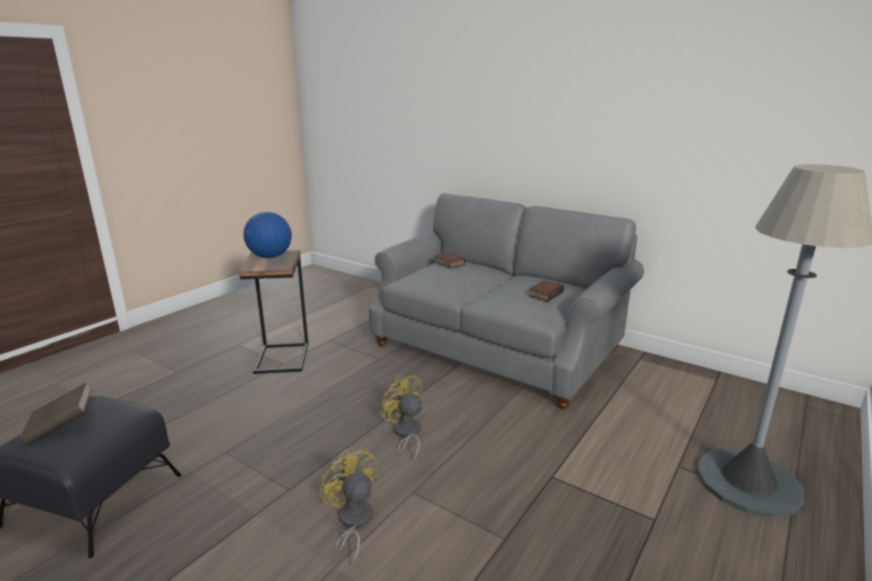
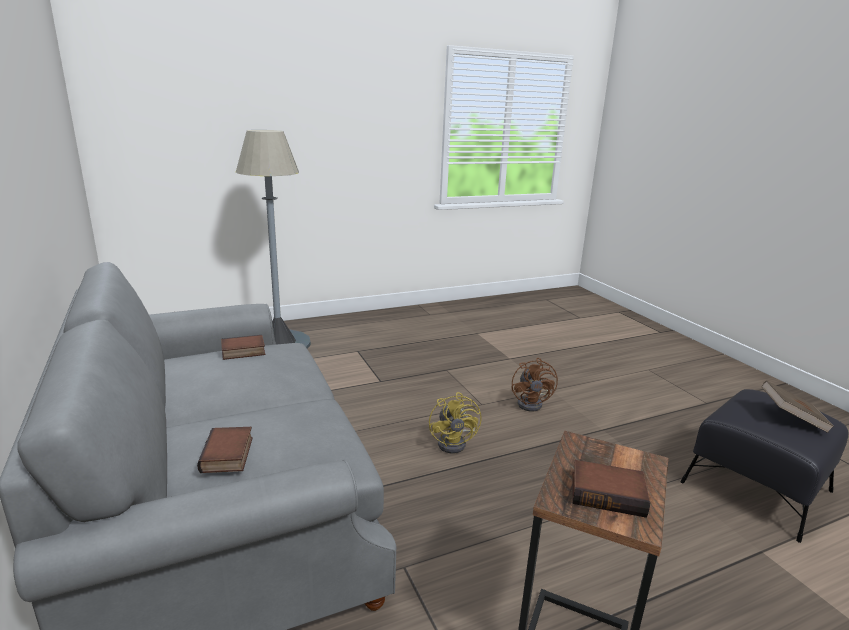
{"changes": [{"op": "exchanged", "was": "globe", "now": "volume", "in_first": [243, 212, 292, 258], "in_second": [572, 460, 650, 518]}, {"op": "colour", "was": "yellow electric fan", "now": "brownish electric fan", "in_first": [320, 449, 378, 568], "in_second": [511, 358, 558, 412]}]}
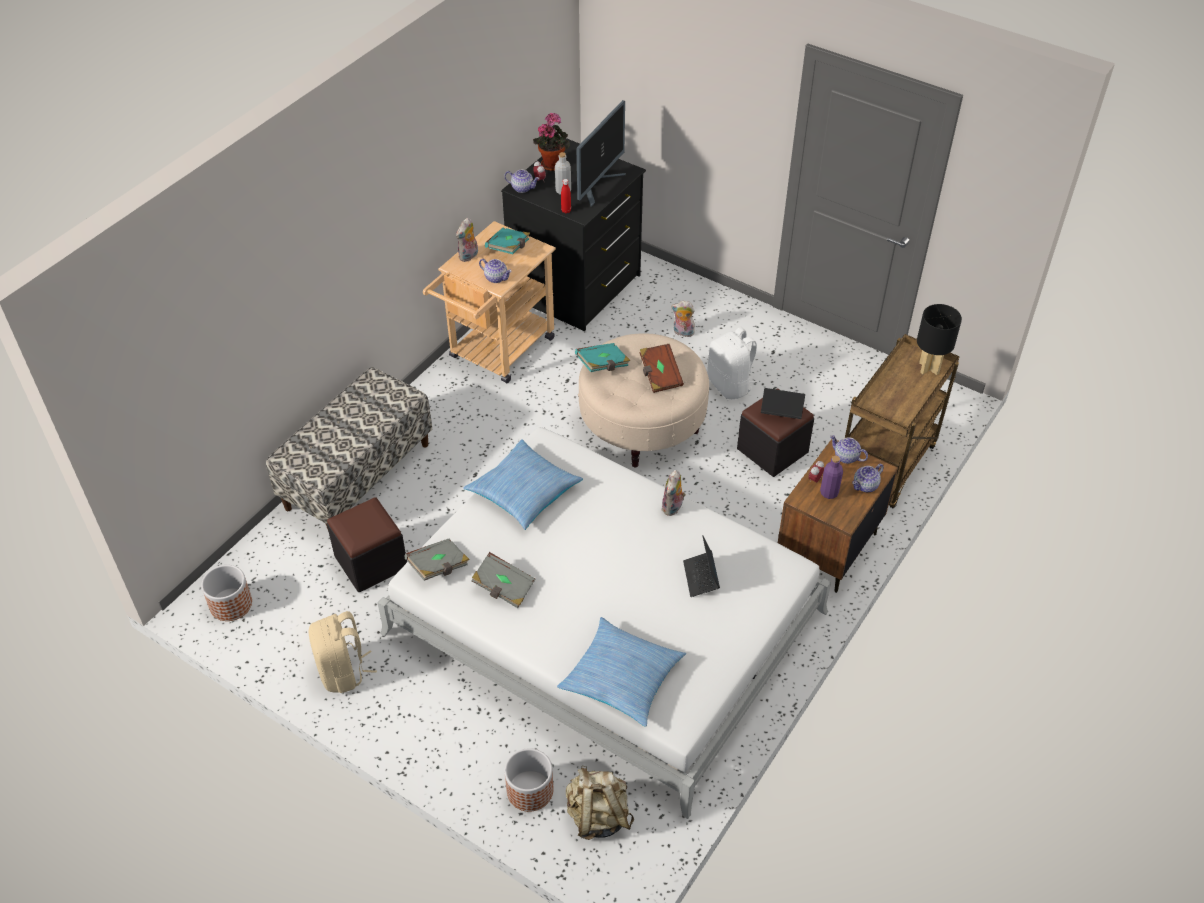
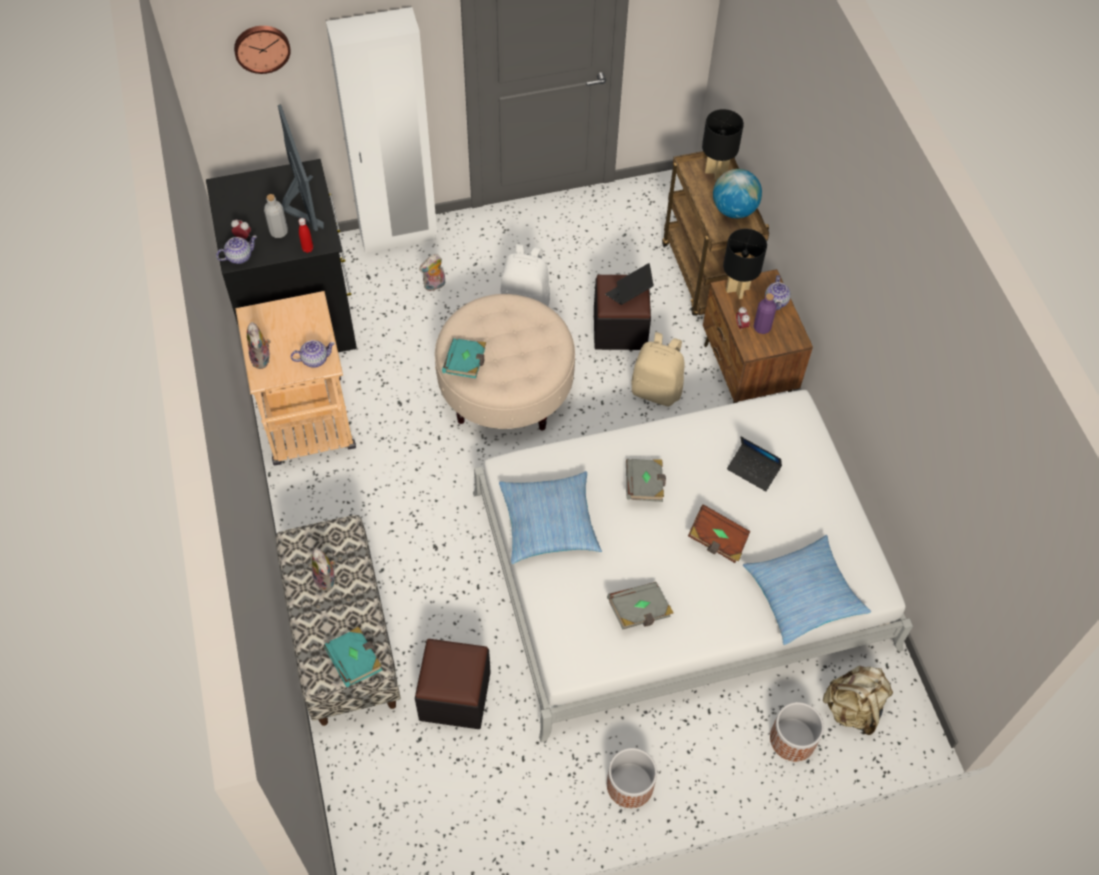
{"changes": [{"op": "relocated", "was": "planter", "in_first": [201, 565, 252, 621], "in_second": [607, 748, 657, 808]}, {"op": "relocated", "was": "beige-coloured knapsack", "in_first": [309, 611, 377, 693], "in_second": [632, 332, 685, 407]}, {"op": "relocated", "was": "greyish volume", "in_first": [405, 538, 470, 581], "in_second": [626, 459, 666, 502]}, {"op": "relocated", "was": "turquoise-coloured volume", "in_first": [485, 228, 530, 254], "in_second": [324, 626, 382, 687]}, {"op": "missing", "was": "potted plant", "in_first": [533, 113, 570, 171]}, {"op": "relocated", "was": "brownish volume", "in_first": [640, 344, 684, 393], "in_second": [688, 504, 750, 563]}, {"op": "relocated", "was": "plush toy", "in_first": [662, 470, 686, 516], "in_second": [312, 548, 335, 591]}, {"op": "exchanged", "was": "tea pot", "now": "black-coloured table lamp", "in_first": [830, 435, 868, 464], "in_second": [723, 229, 767, 299]}, {"op": "appeared", "now": "hanging clock", "in_second": [234, 26, 291, 74]}, {"op": "appeared", "now": "white-coloured clothes cupboard", "in_second": [326, 7, 438, 254]}, {"op": "appeared", "now": "globe", "in_second": [713, 169, 762, 219]}]}
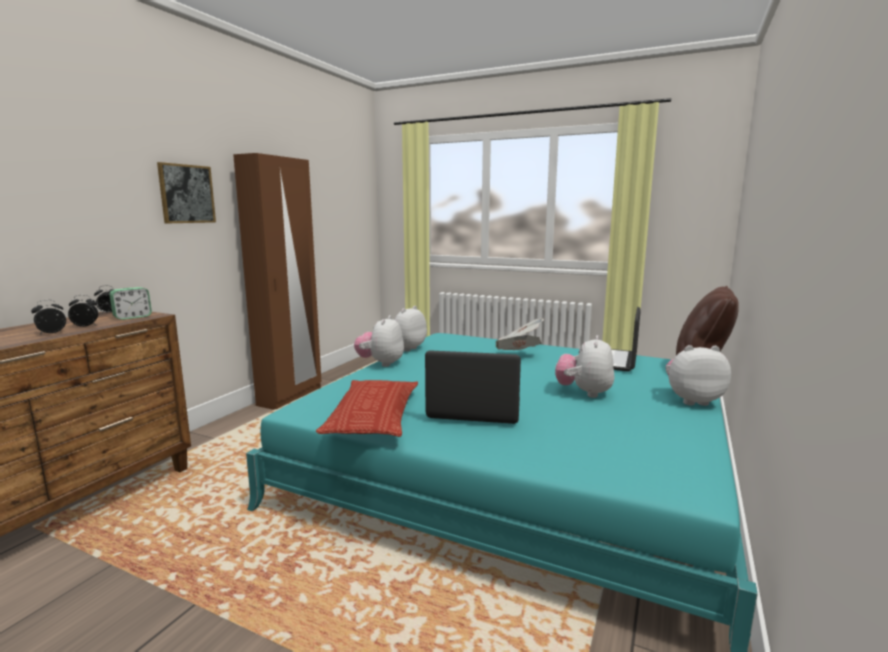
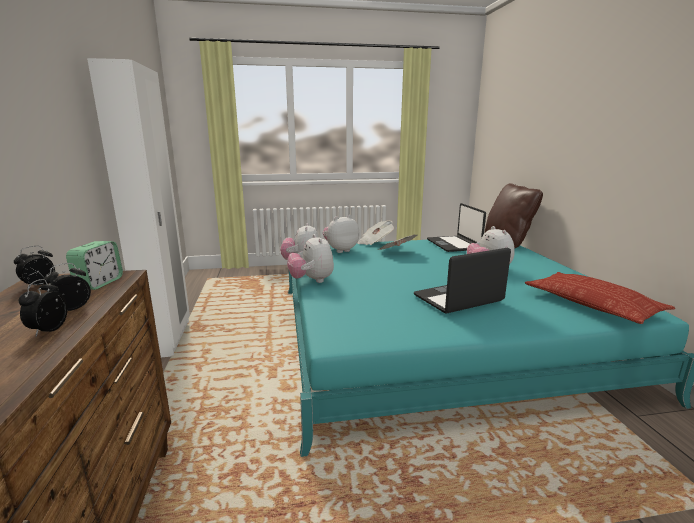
{"changes": [{"op": "missing", "was": "wall art", "in_first": [157, 162, 216, 223]}, {"op": "colour", "was": "brownish clothes cupboard", "now": "white-coloured clothes cupboard", "in_first": [233, 153, 322, 410], "in_second": [87, 58, 190, 357]}, {"op": "relocated", "was": "cushion", "in_first": [316, 380, 418, 437], "in_second": [525, 272, 675, 324]}, {"op": "relocated", "was": "plush toy", "in_first": [666, 345, 731, 406], "in_second": [323, 215, 359, 253]}]}
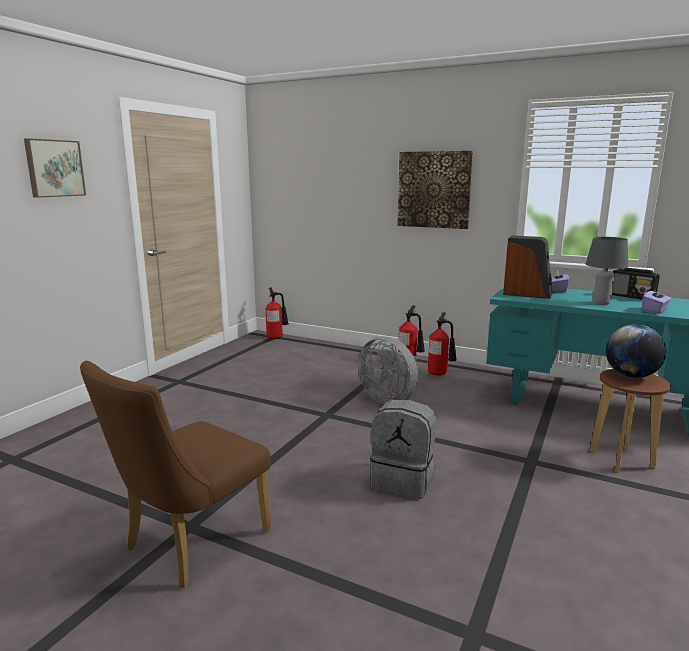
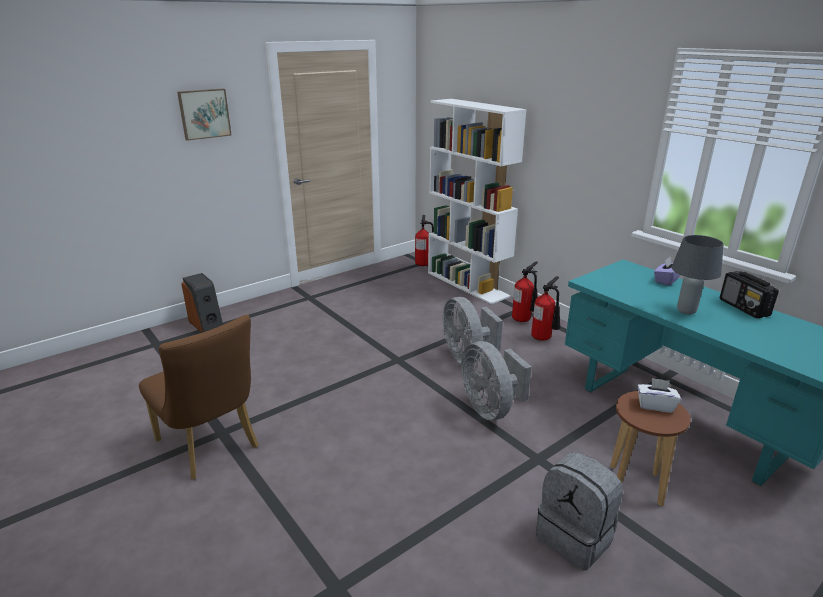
{"changes": [{"op": "spun", "was": "brownish upright chair", "in_first": [80, 361, 271, 588], "in_second": [139, 315, 259, 479], "clockwise": -105}, {"op": "relocated", "was": "greyish knapsack", "in_first": [370, 400, 436, 499], "in_second": [536, 452, 623, 570]}, {"op": "missing", "was": "wall art", "in_first": [398, 151, 473, 229]}, {"op": "relocated", "was": "speaker", "in_first": [503, 236, 552, 299], "in_second": [181, 273, 223, 333]}, {"op": "exchanged", "was": "globe", "now": "white-coloured tissue box", "in_first": [606, 324, 666, 378], "in_second": [638, 378, 681, 413]}, {"op": "missing", "was": "purple tissue box", "in_first": [642, 287, 671, 314]}, {"op": "appeared", "now": "white-coloured bookshelf", "in_second": [428, 99, 527, 305]}, {"op": "appeared", "now": "greyish electric fan", "in_second": [461, 341, 532, 420]}]}
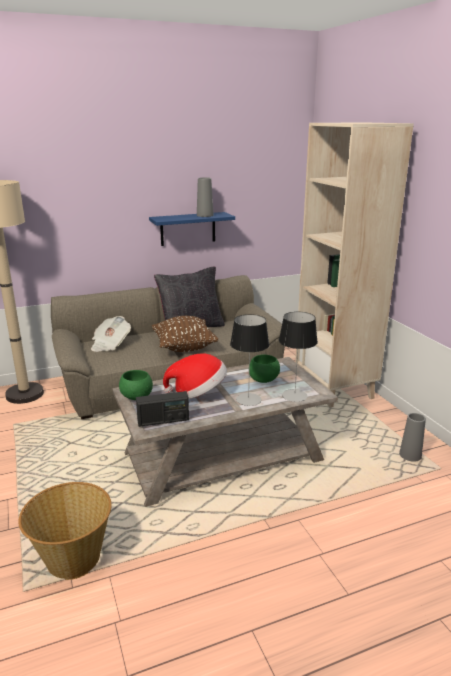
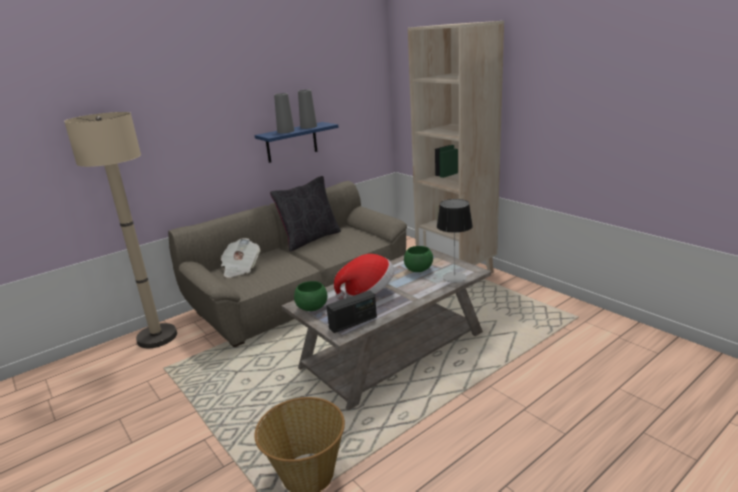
{"changes": [{"op": "missing", "was": "brownish cushion", "in_first": [152, 316, 218, 352]}, {"op": "missing", "was": "table lamp", "in_first": [230, 314, 269, 406]}, {"op": "relocated", "was": "greyish flower vase", "in_first": [399, 413, 426, 462], "in_second": [274, 93, 294, 133]}]}
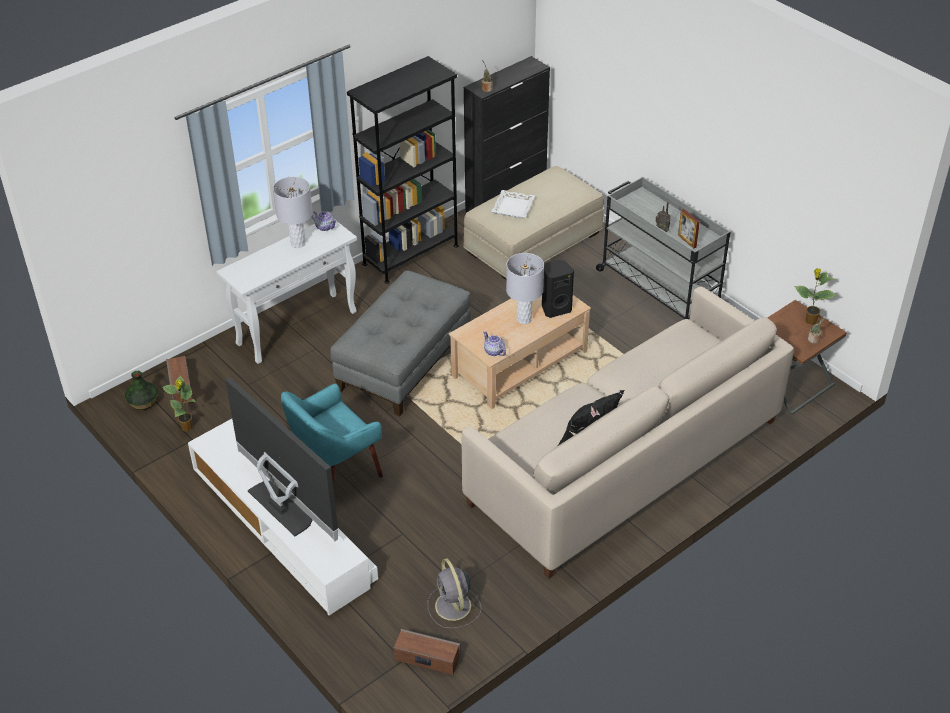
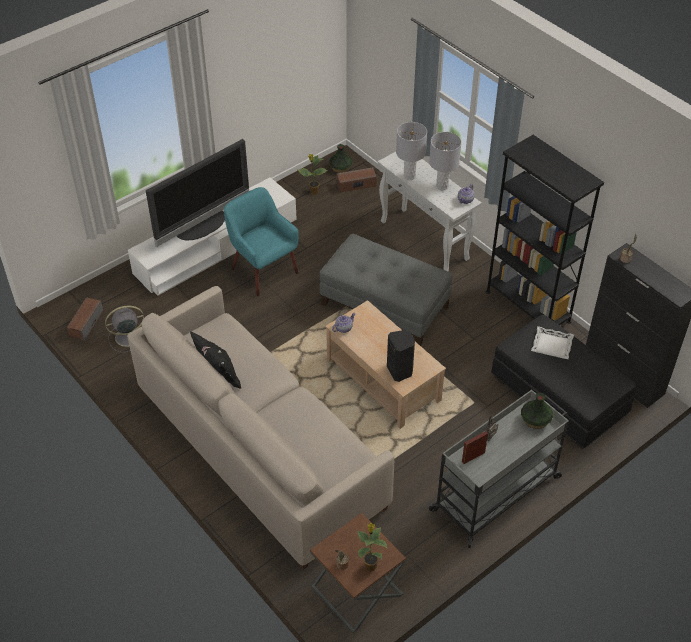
{"changes": [{"op": "colour", "was": "beige-coloured pouffe", "now": "black-coloured pouffe", "in_first": [463, 166, 604, 280], "in_second": [491, 315, 637, 449]}, {"op": "relocated", "was": "greyish table lamp", "in_first": [506, 253, 544, 324], "in_second": [396, 122, 427, 180]}, {"op": "appeared", "now": "flower vase", "in_second": [521, 393, 553, 429]}]}
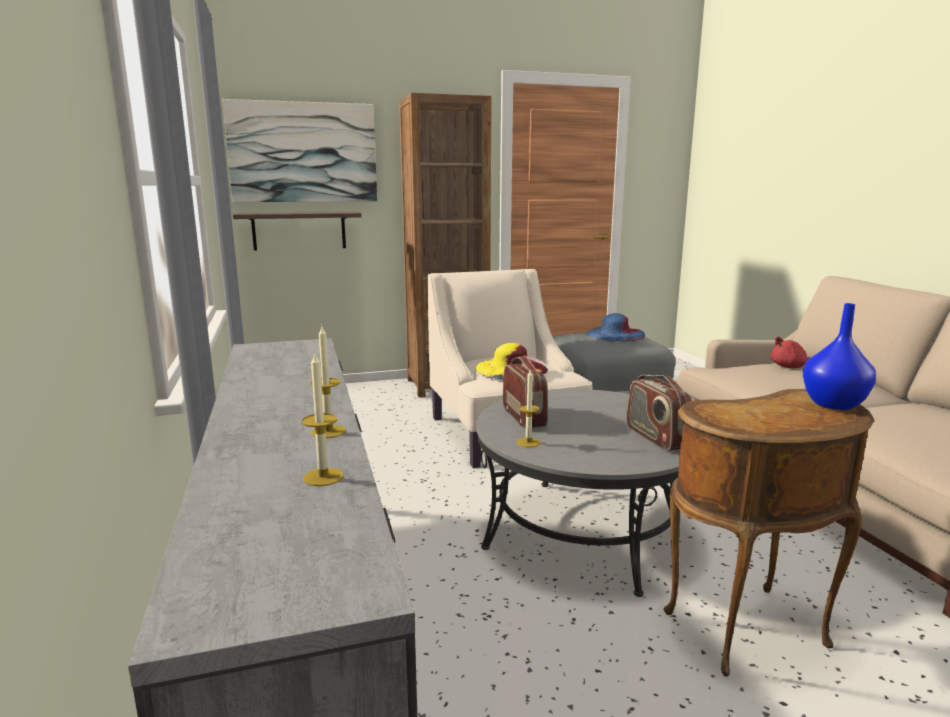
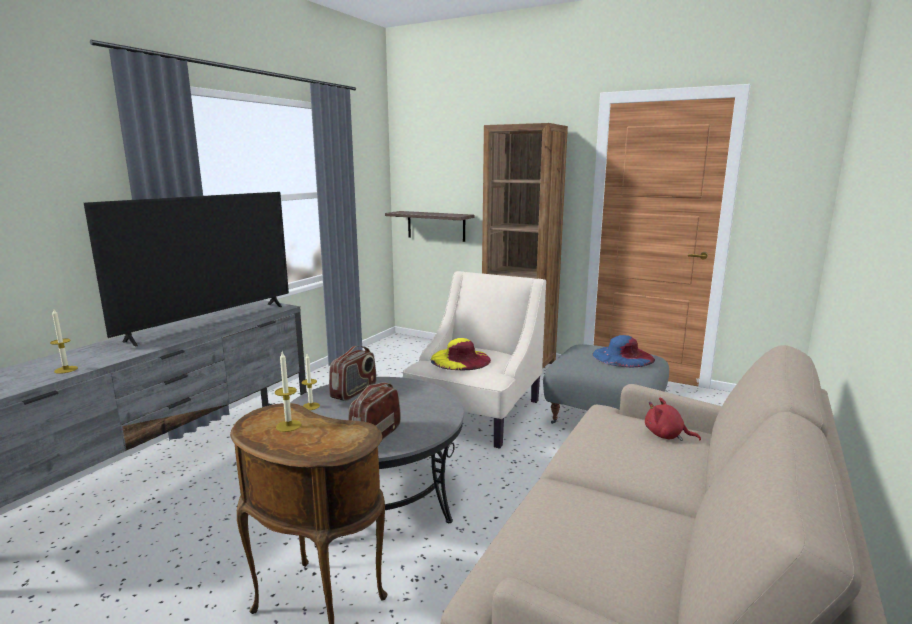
{"changes": [{"op": "missing", "was": "wall art", "in_first": [222, 99, 377, 202]}, {"op": "relocated", "was": "candle", "in_first": [311, 324, 346, 438], "in_second": [275, 352, 301, 432]}, {"op": "missing", "was": "blue-coloured flower vase", "in_first": [803, 303, 876, 410]}, {"op": "appeared", "now": "TV set", "in_second": [84, 192, 289, 346]}]}
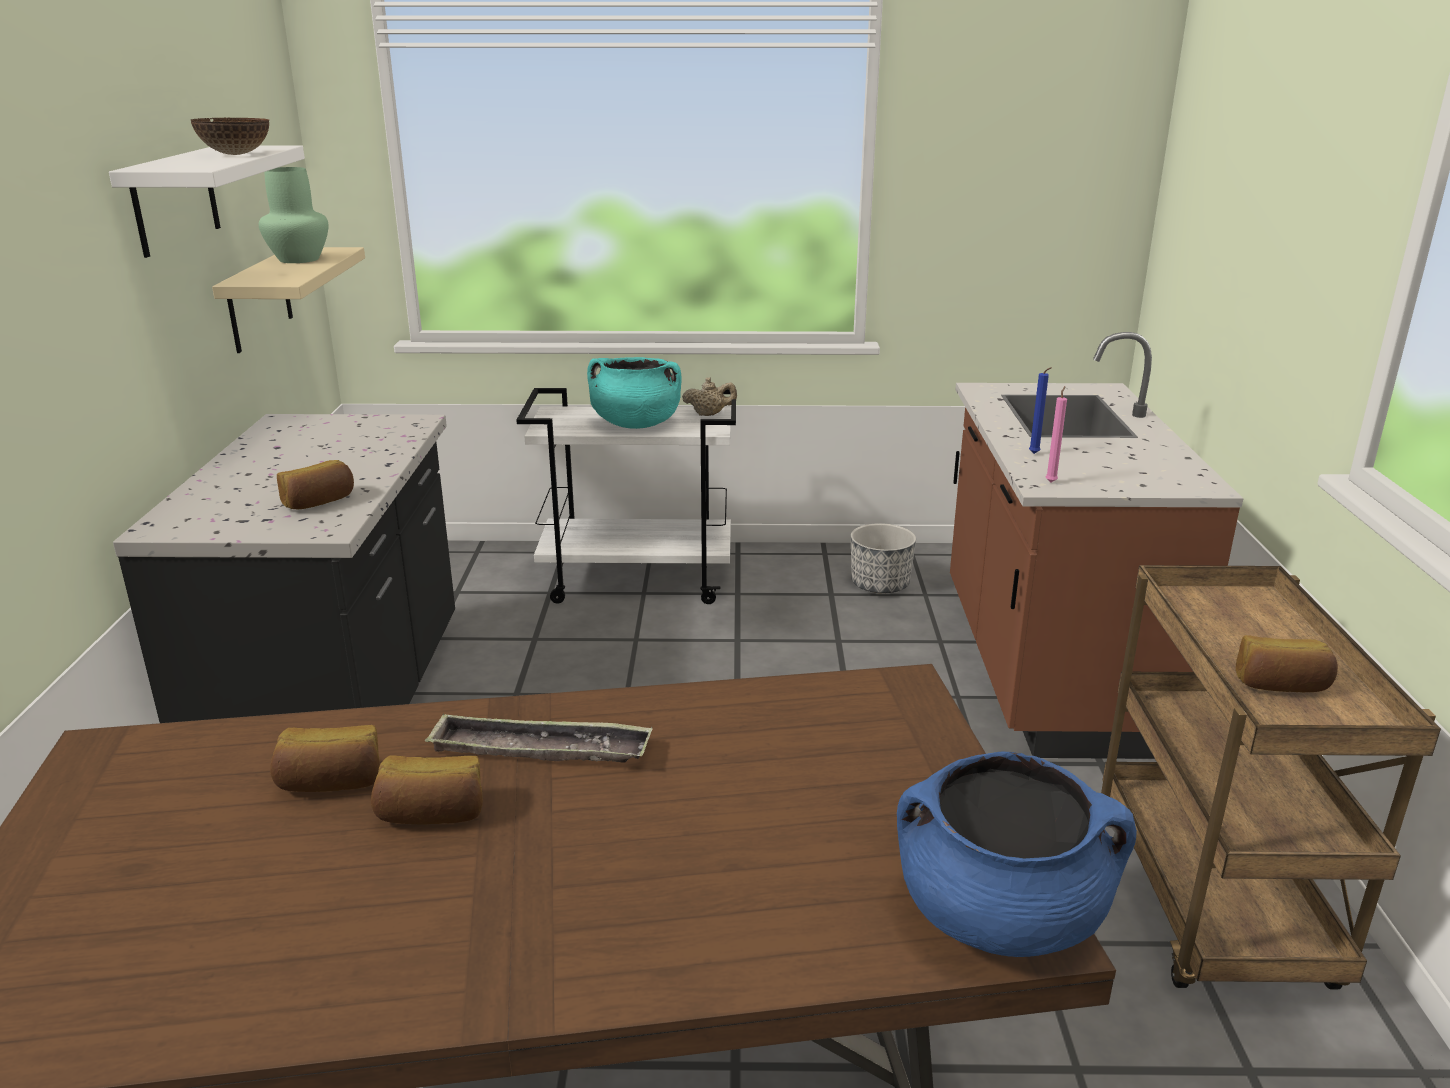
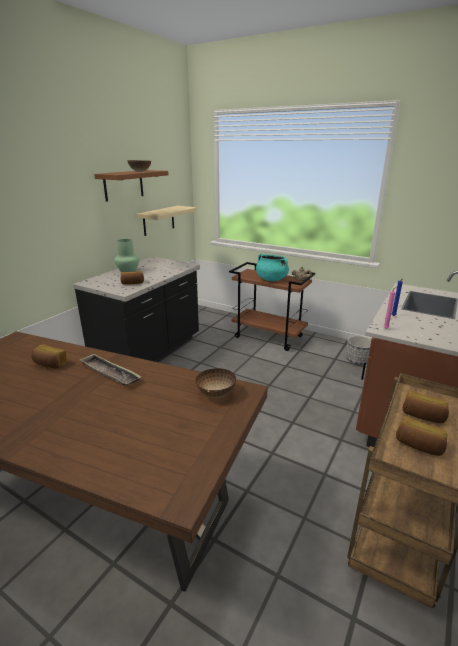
{"changes": [{"op": "colour", "was": "white-coloured shelf", "now": "brownish shelf", "in_first": [109, 145, 305, 258], "in_second": [94, 170, 169, 202]}, {"op": "relocated", "was": "greenish flower vase", "in_first": [259, 167, 328, 263], "in_second": [115, 239, 139, 272]}, {"op": "relocated", "was": "bakery bread", "in_first": [371, 755, 483, 825], "in_second": [403, 390, 449, 423]}, {"op": "colour", "was": "white-coloured wheeled cart", "now": "brownish wheeled cart", "in_first": [516, 388, 736, 604], "in_second": [229, 262, 315, 351]}, {"op": "missing", "was": "blue-coloured cooking pot", "in_first": [897, 752, 1137, 957]}, {"op": "appeared", "now": "serving bowl", "in_second": [196, 368, 236, 398]}]}
